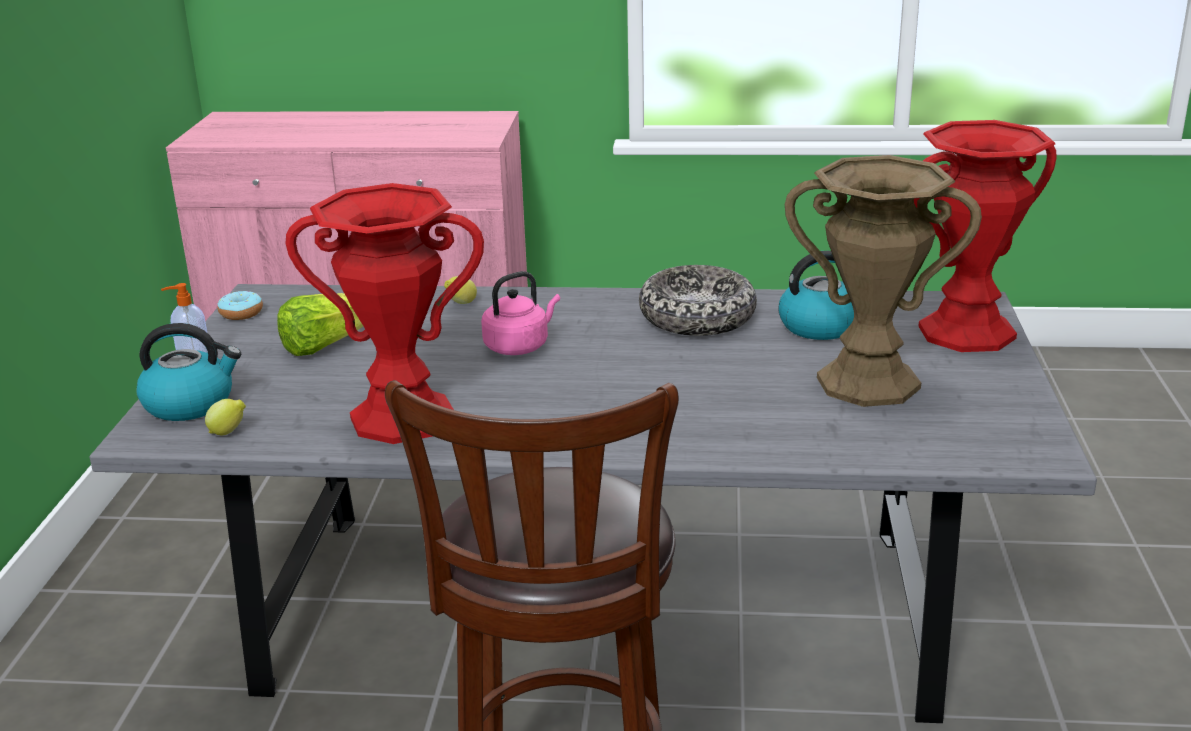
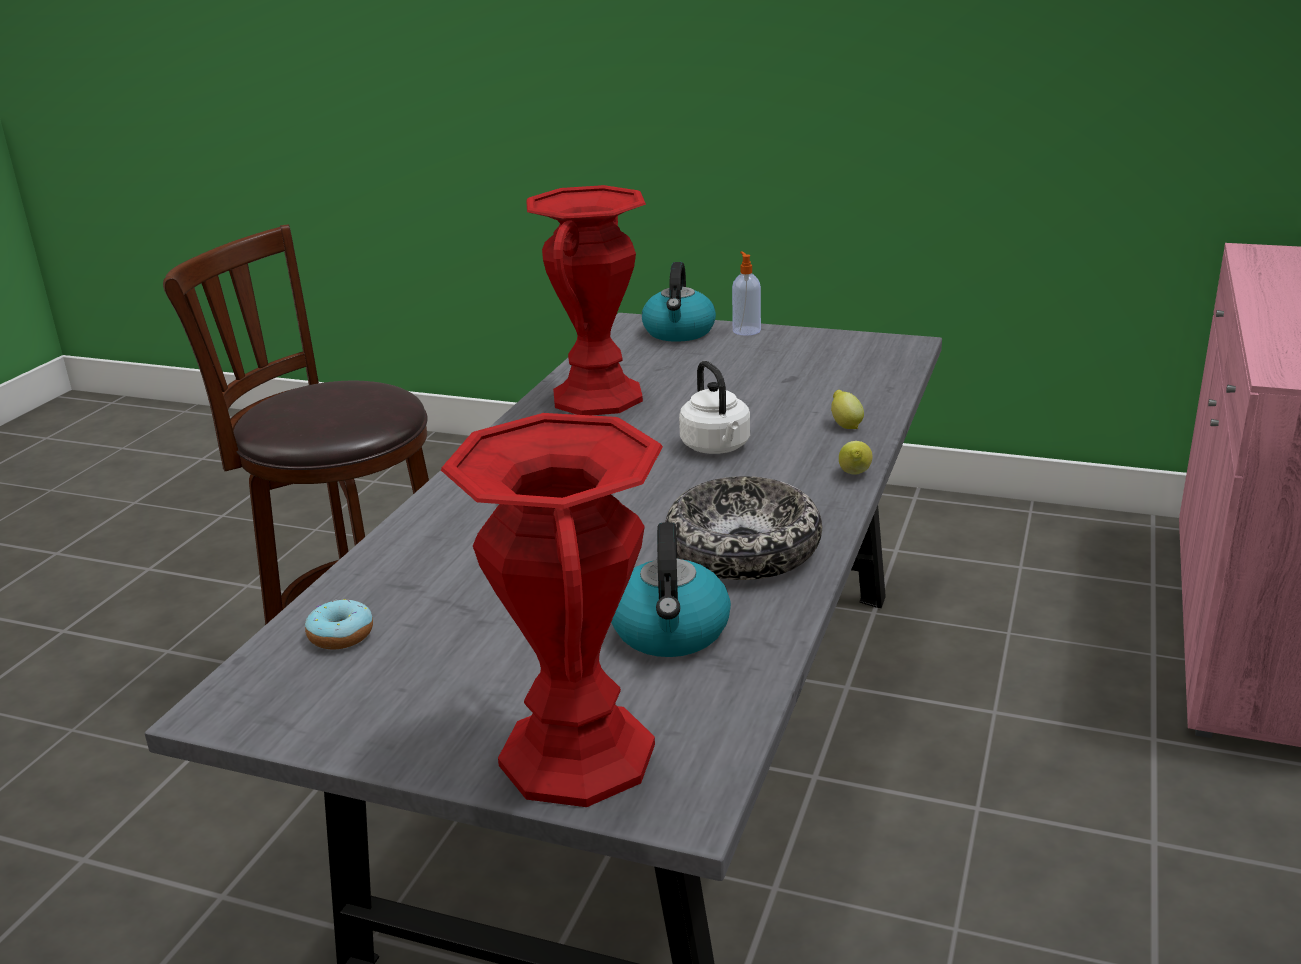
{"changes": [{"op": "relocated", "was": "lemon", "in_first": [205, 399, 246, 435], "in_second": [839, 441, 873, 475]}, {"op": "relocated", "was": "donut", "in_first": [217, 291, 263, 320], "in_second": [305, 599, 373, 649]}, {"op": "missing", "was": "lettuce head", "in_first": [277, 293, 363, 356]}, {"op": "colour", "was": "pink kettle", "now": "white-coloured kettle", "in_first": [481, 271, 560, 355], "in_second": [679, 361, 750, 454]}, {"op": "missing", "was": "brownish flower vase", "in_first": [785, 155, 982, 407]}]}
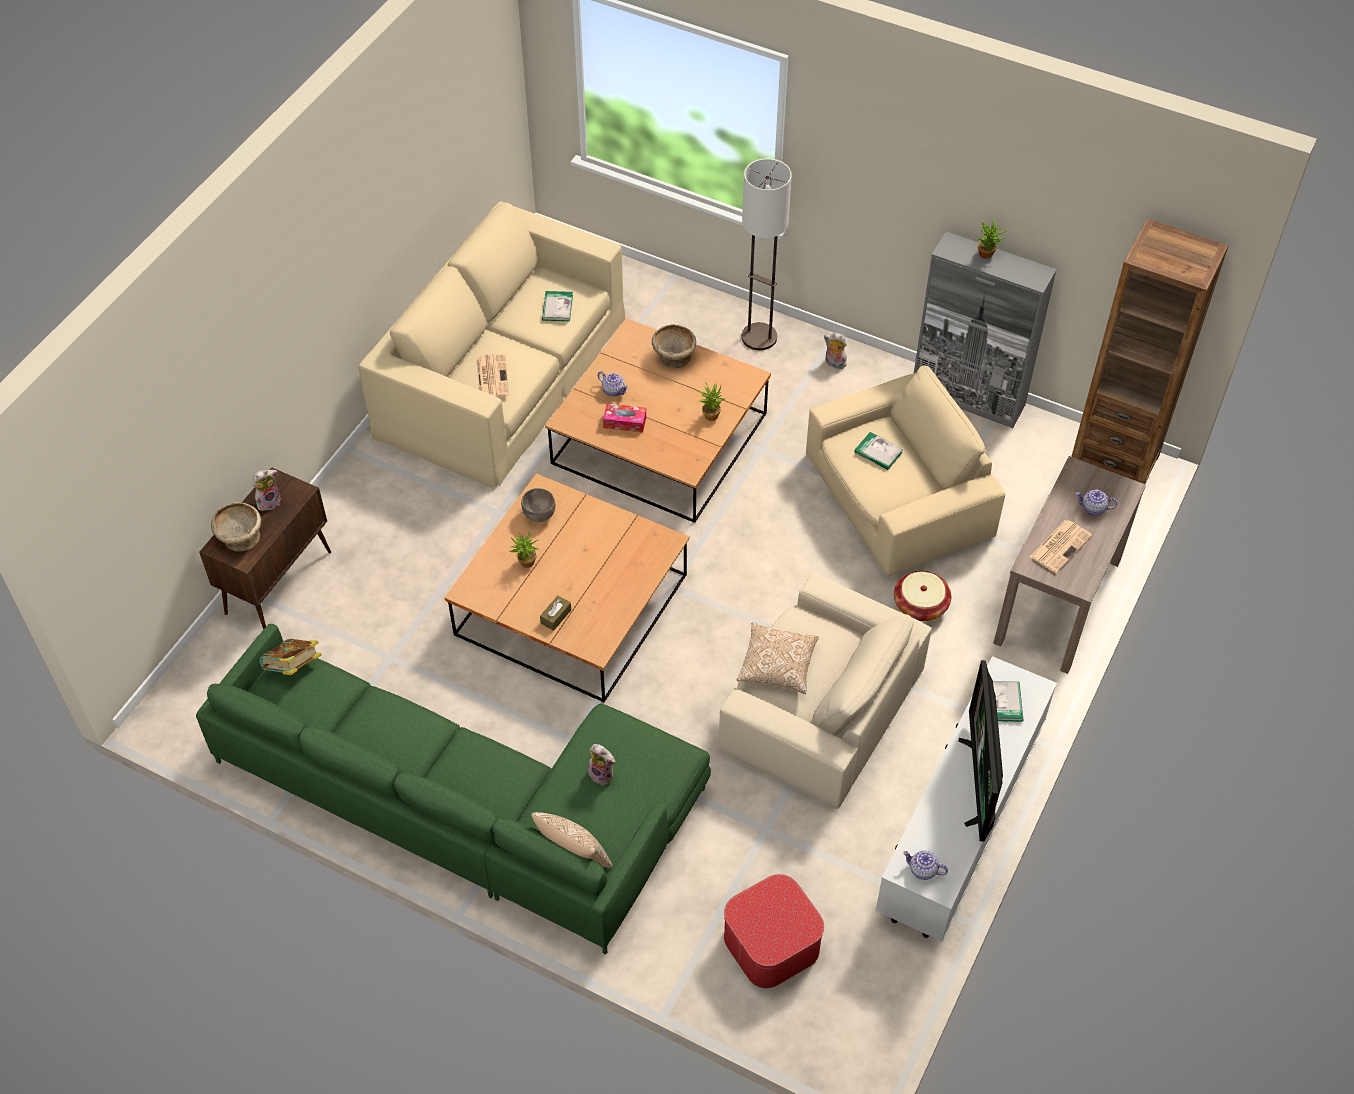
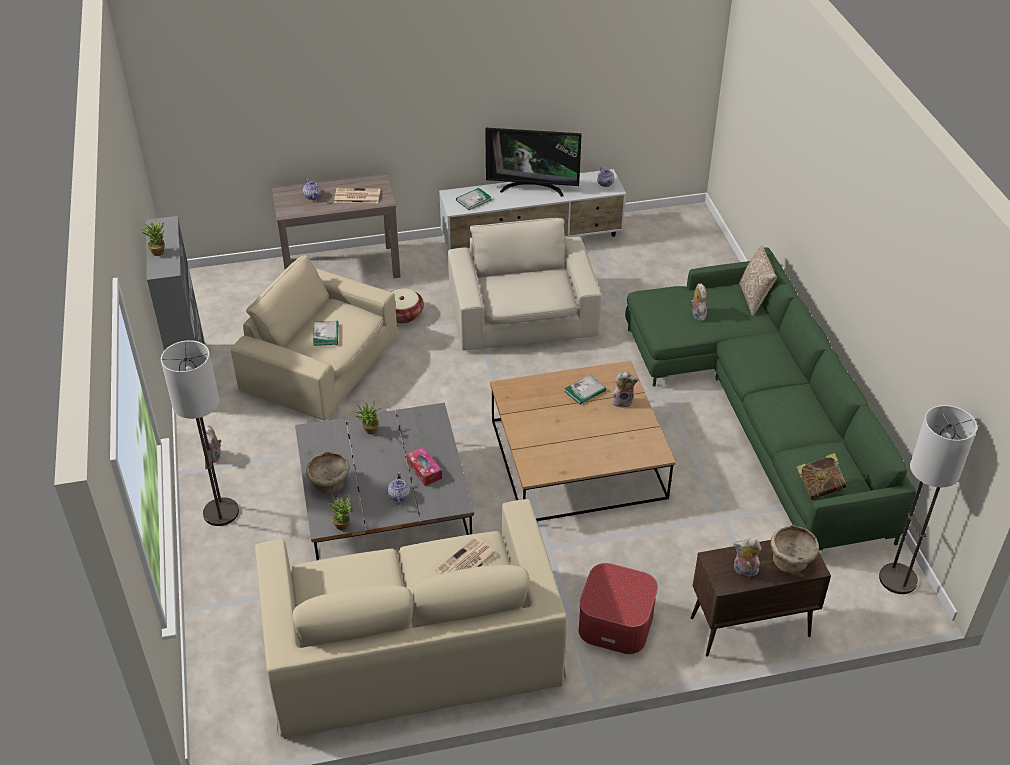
{"changes": [{"op": "relocated", "was": "potted plant", "in_first": [509, 531, 540, 568], "in_second": [328, 495, 356, 530]}, {"op": "missing", "was": "greyish serving bowl", "in_first": [521, 488, 555, 522]}, {"op": "exchanged", "was": "brownish tissue box", "now": "plush toy", "in_first": [540, 596, 571, 631], "in_second": [612, 372, 639, 408]}, {"op": "relocated", "was": "volume", "in_first": [542, 291, 573, 321], "in_second": [564, 375, 606, 405]}, {"op": "colour", "was": "brownish lounge table", "now": "greyish lounge table", "in_first": [545, 318, 771, 523], "in_second": [295, 403, 474, 560]}, {"op": "relocated", "was": "pouffe", "in_first": [724, 874, 824, 988], "in_second": [578, 563, 658, 654]}, {"op": "missing", "was": "cushion", "in_first": [737, 623, 819, 694]}, {"op": "spun", "was": "TV set", "in_first": [958, 660, 1003, 841], "in_second": [485, 128, 582, 197], "clockwise": 45}, {"op": "missing", "was": "brownish bookshelf", "in_first": [1071, 219, 1228, 484]}, {"op": "appeared", "now": "floor lamp", "in_second": [879, 405, 977, 594]}]}
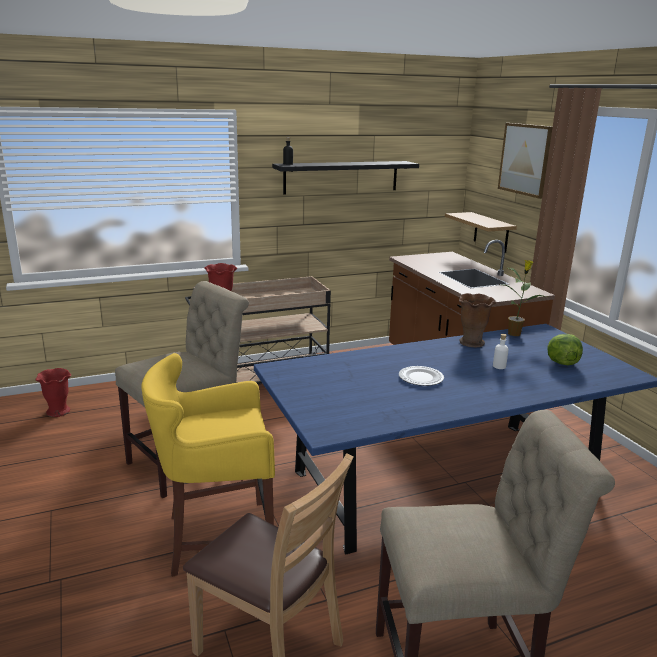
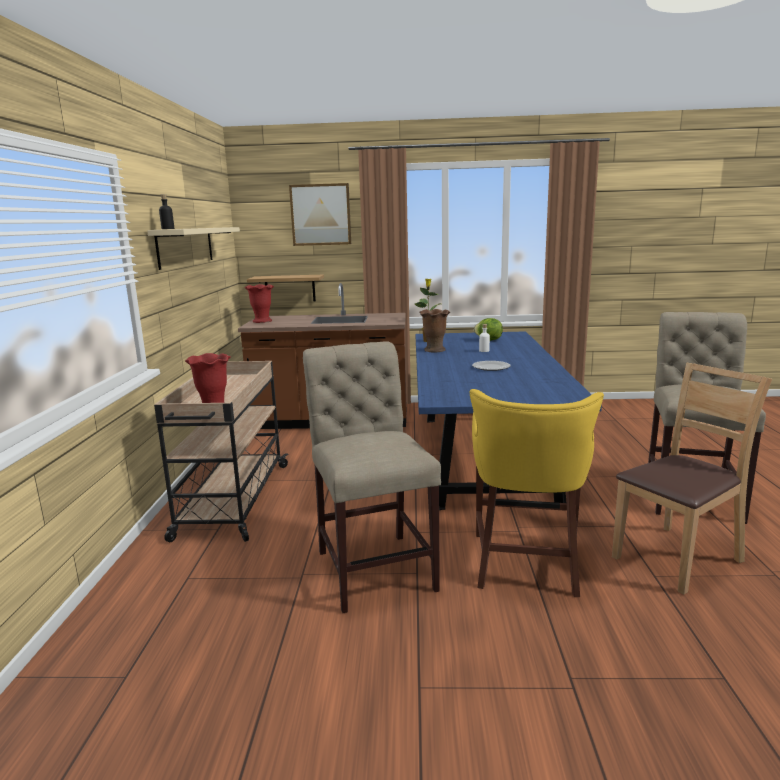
{"changes": [{"op": "relocated", "was": "red-coloured flower vase", "in_first": [36, 368, 71, 417], "in_second": [245, 284, 274, 323]}, {"op": "colour", "was": "black-coloured shelf", "now": "beige-coloured shelf", "in_first": [272, 161, 419, 195], "in_second": [147, 227, 240, 270]}]}
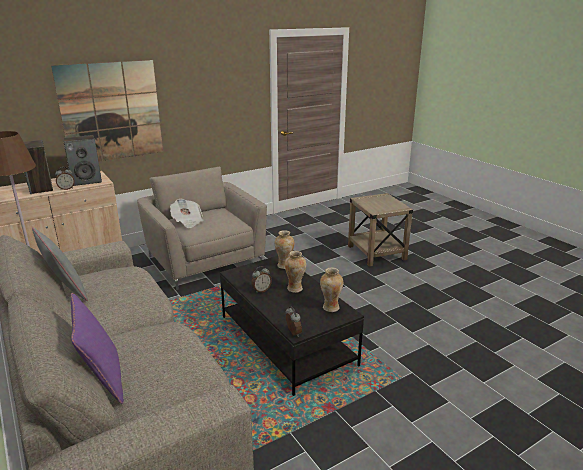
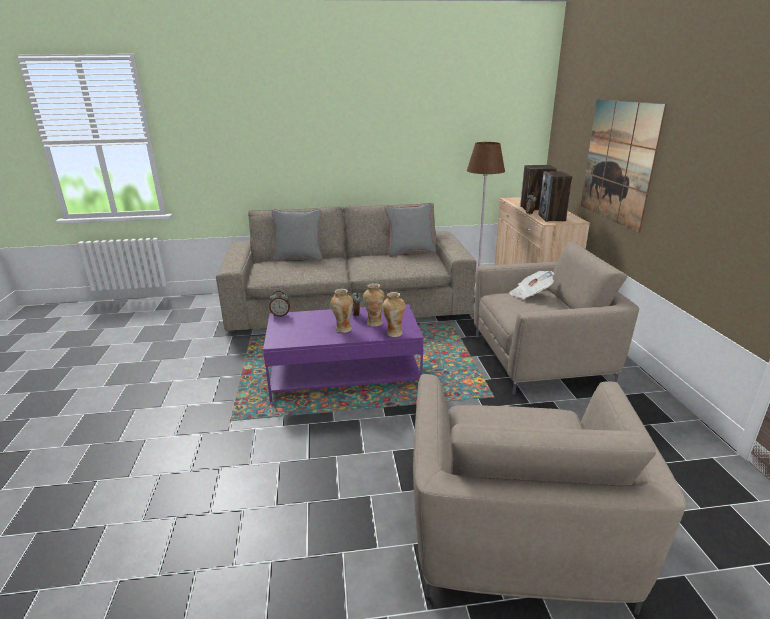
{"changes": [{"op": "colour", "was": "purple cushion", "now": "greyish cushion", "in_first": [71, 293, 124, 404], "in_second": [272, 209, 322, 261]}, {"op": "colour", "was": "black-coloured lounge table", "now": "purple lounge table", "in_first": [220, 256, 364, 396], "in_second": [263, 304, 424, 402]}, {"op": "relocated", "was": "flower vase", "in_first": [320, 267, 343, 312], "in_second": [363, 283, 385, 327]}, {"op": "exchanged", "was": "beige-coloured accent table", "now": "beige-coloured armchair", "in_first": [348, 193, 413, 267], "in_second": [413, 374, 686, 615]}]}
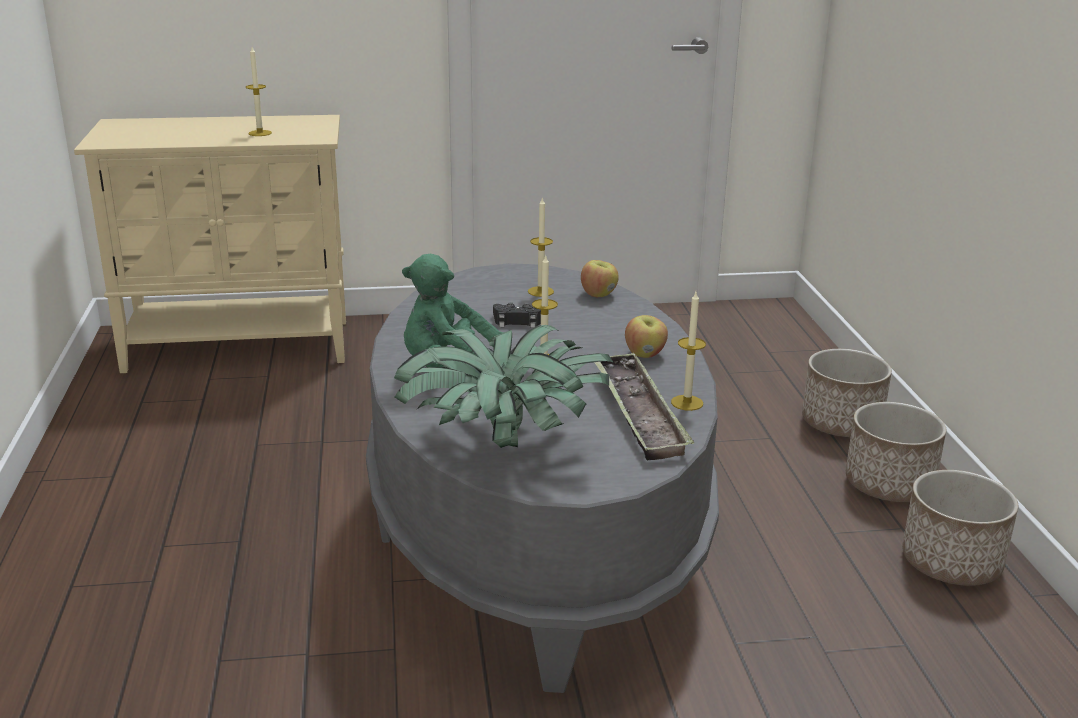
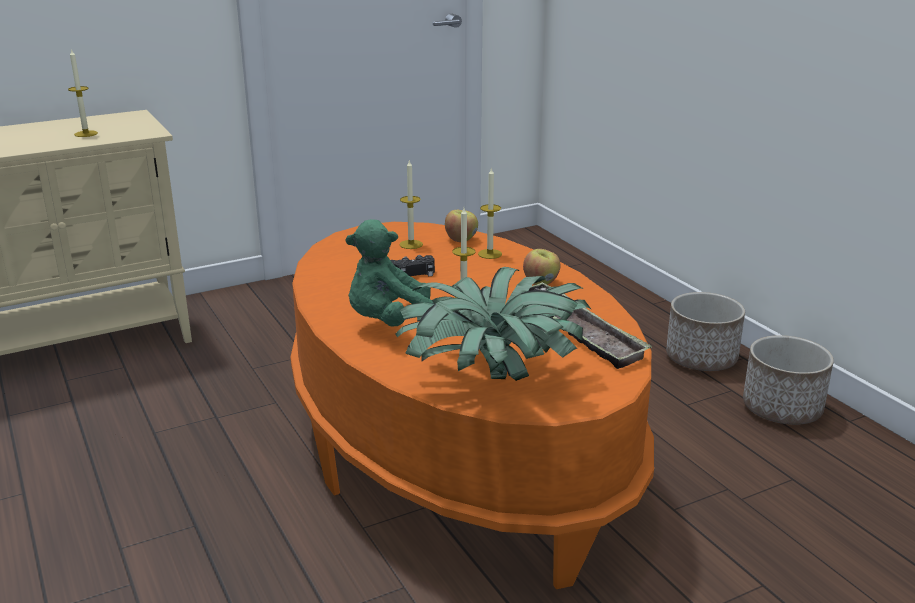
{"changes": [{"op": "colour", "was": "greyish lounge table", "now": "orange lounge table", "in_first": [366, 263, 719, 693], "in_second": [290, 222, 654, 589]}, {"op": "relocated", "was": "candle", "in_first": [671, 292, 706, 411], "in_second": [478, 167, 502, 259]}, {"op": "missing", "was": "planter", "in_first": [802, 349, 892, 437]}]}
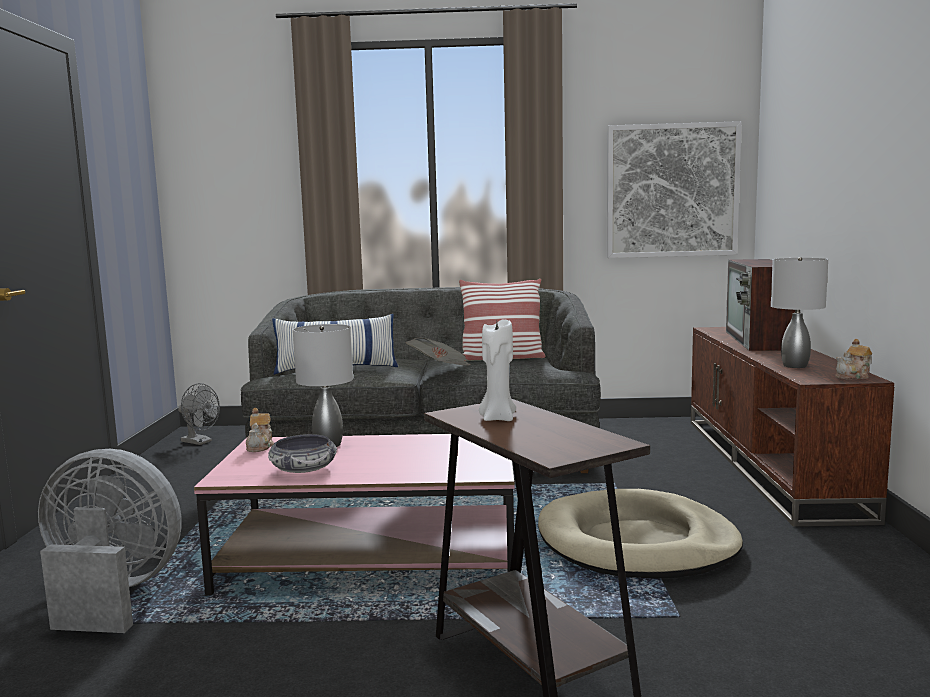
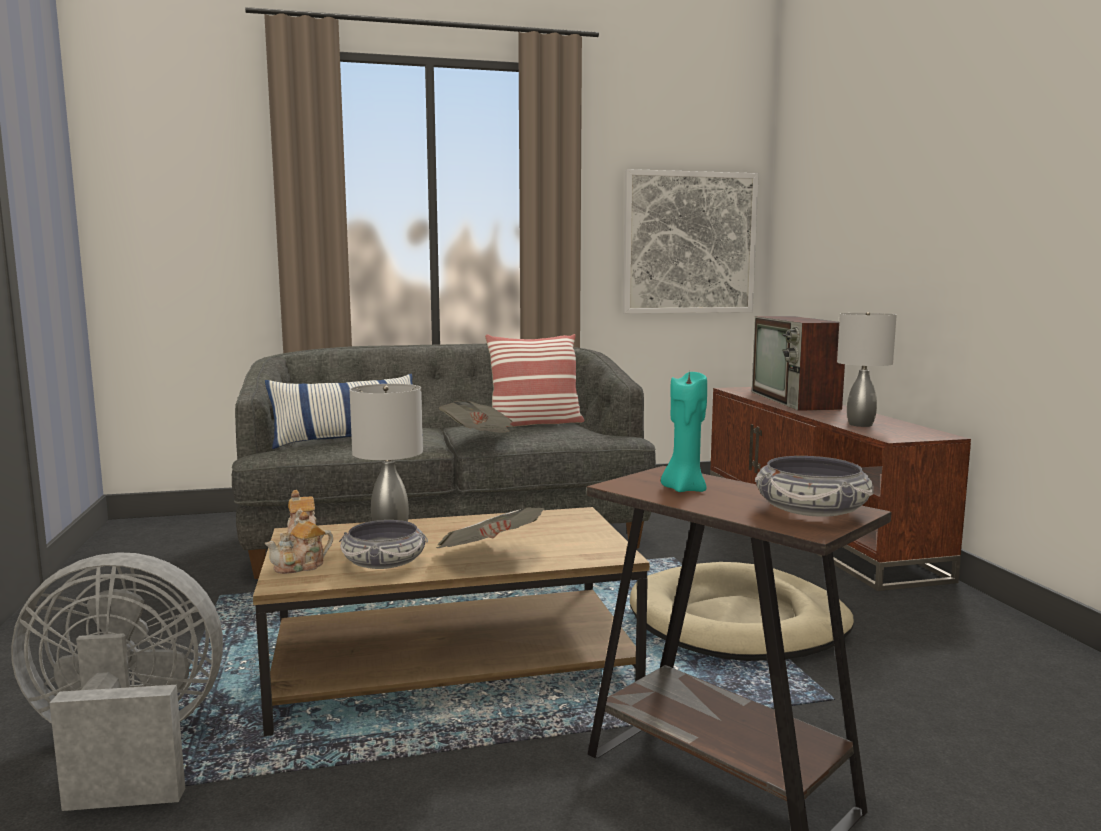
{"changes": [{"op": "missing", "was": "greyish electric fan", "in_first": [178, 383, 220, 445]}, {"op": "colour", "was": "pink lounge table", "now": "brownish lounge table", "in_first": [194, 434, 515, 595], "in_second": [253, 507, 650, 736]}, {"op": "colour", "was": "white-coloured candle", "now": "turquoise-coloured candle", "in_first": [479, 319, 516, 421], "in_second": [661, 372, 707, 492]}, {"op": "relocated", "was": "tea pot", "in_first": [835, 339, 872, 379], "in_second": [264, 512, 333, 574]}, {"op": "appeared", "now": "newspaper", "in_second": [436, 507, 545, 548]}, {"op": "appeared", "now": "serving bowl", "in_second": [755, 456, 874, 517]}]}
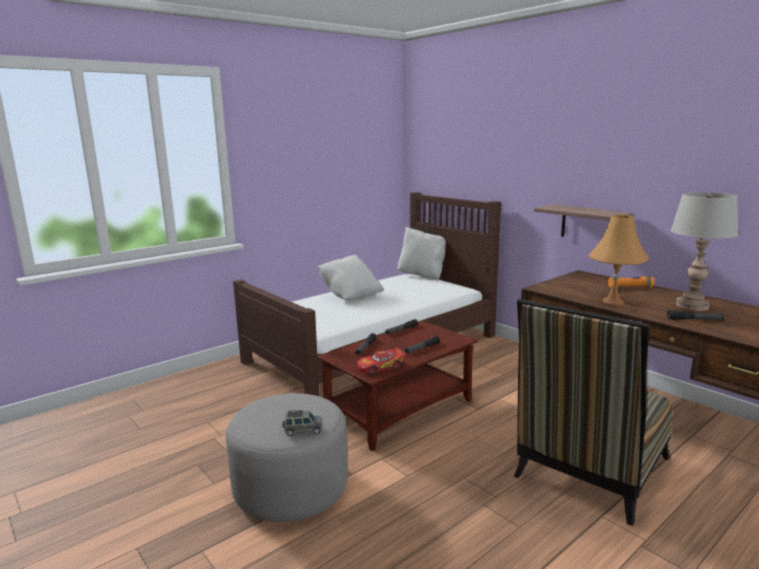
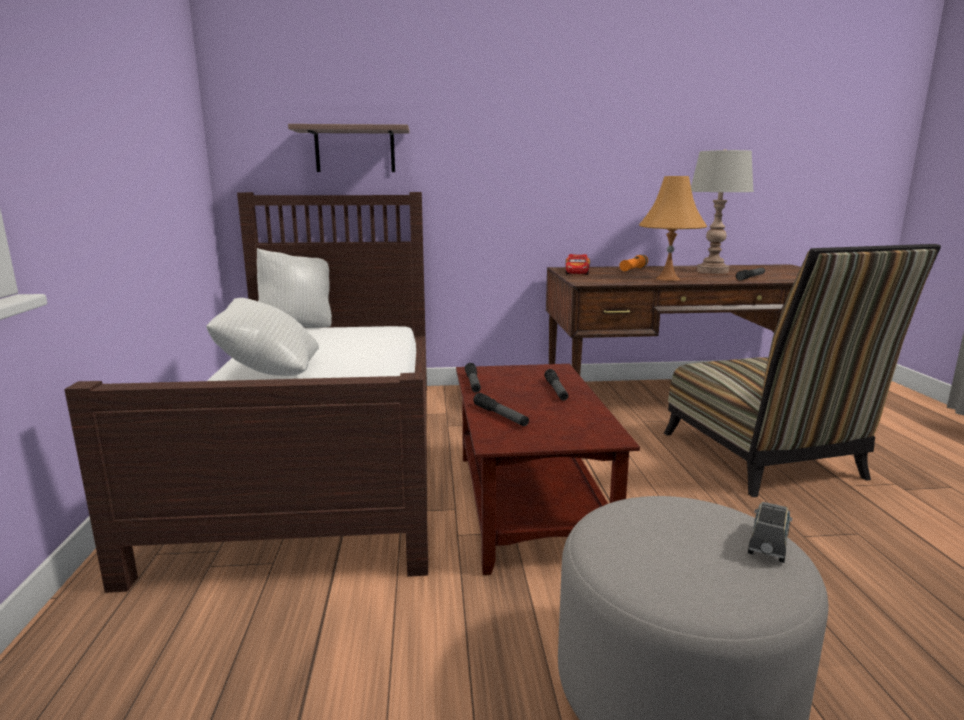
{"changes": [{"op": "relocated", "was": "miniature car", "in_first": [357, 347, 405, 375], "in_second": [565, 254, 590, 275]}, {"op": "relocated", "was": "shelf", "in_first": [534, 205, 634, 237], "in_second": [288, 124, 409, 172]}]}
